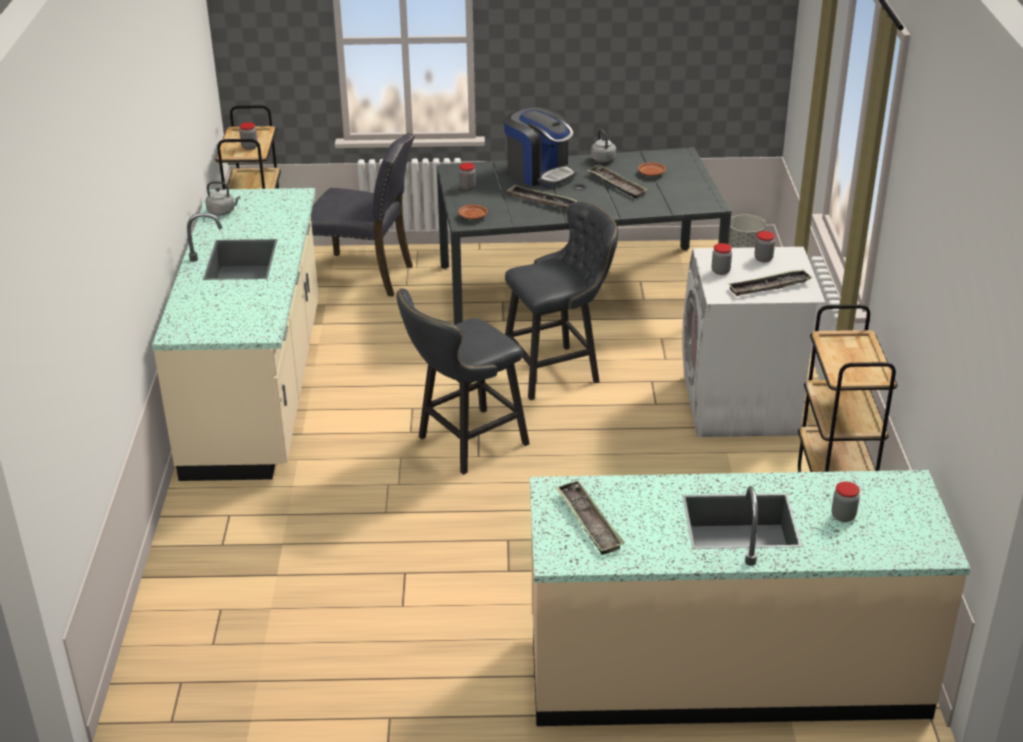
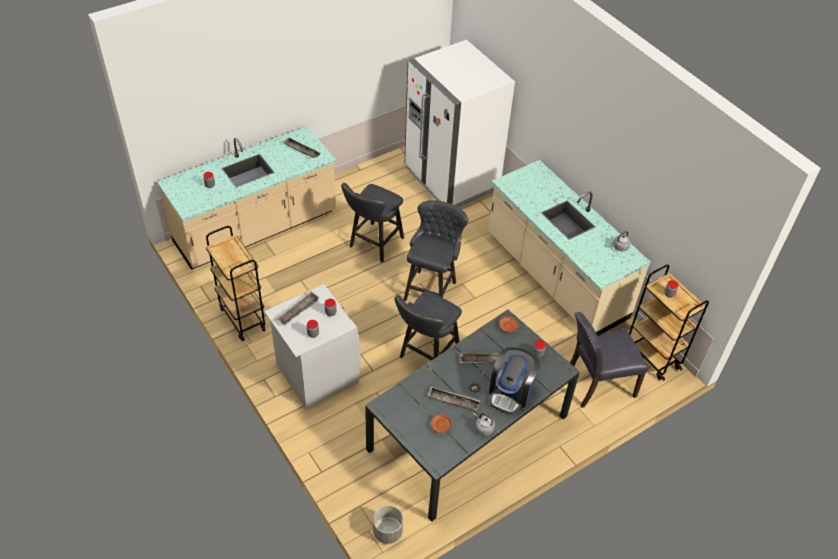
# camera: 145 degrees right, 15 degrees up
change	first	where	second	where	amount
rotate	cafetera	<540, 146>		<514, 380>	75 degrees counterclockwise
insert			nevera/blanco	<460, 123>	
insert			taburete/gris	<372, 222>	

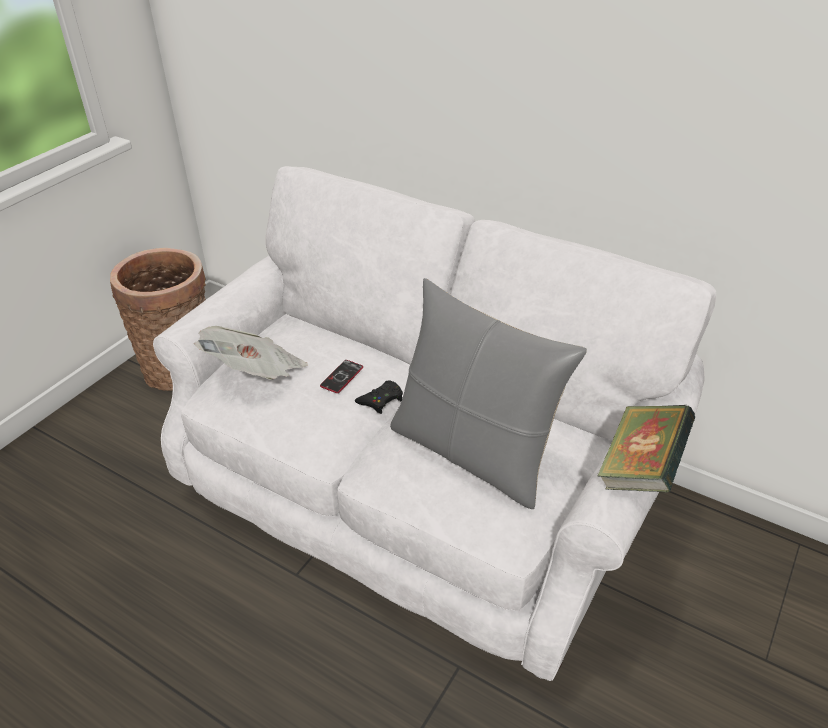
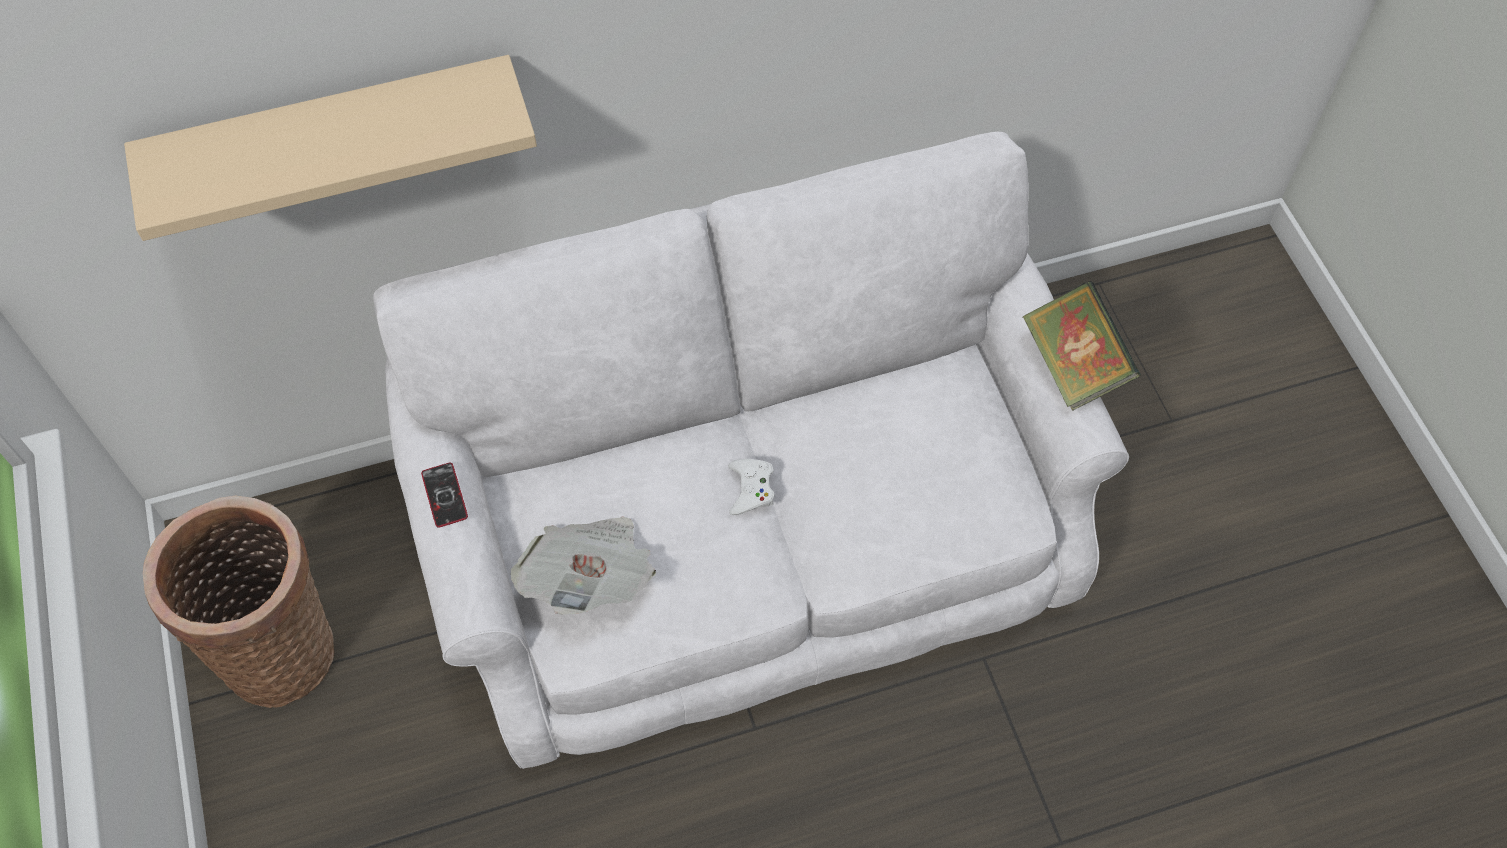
# camera: 50 degrees left, 20 degrees up
change	first	where	second	where	amount
delete	cojín/gris	<488, 393>			
move	móvil	<341, 376>		<444, 495>	
recolor	mando de consola/negro	<379, 397>	mando de consola/blanco	<751, 487>	
insert			estante/beis	<330, 148>	

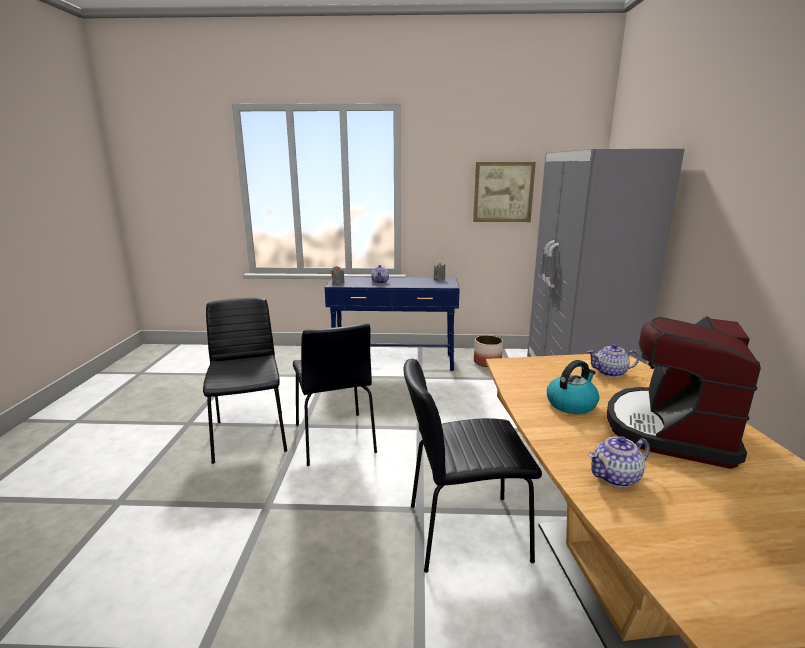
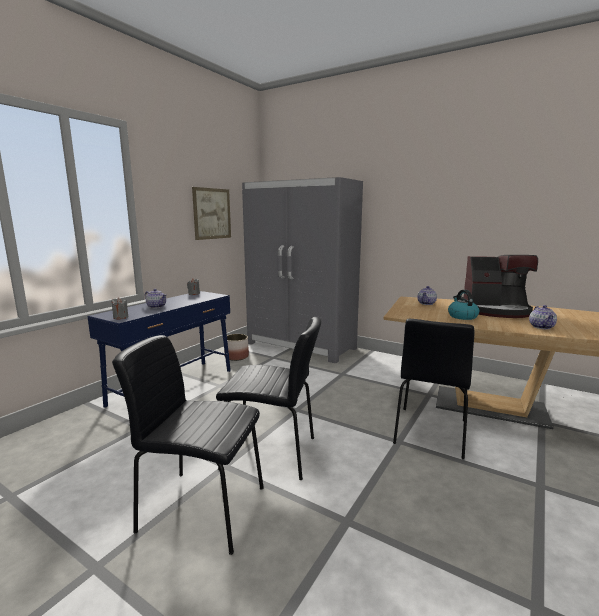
# camera: 60 degrees left, 5 degrees down
change	first	where	second	where	amount
rotate	cafetera	<684, 392>		<499, 286>	45 degrees counterclockwise

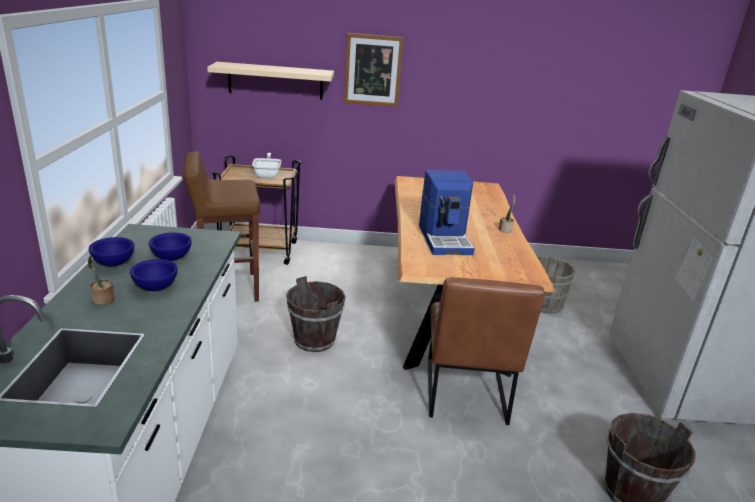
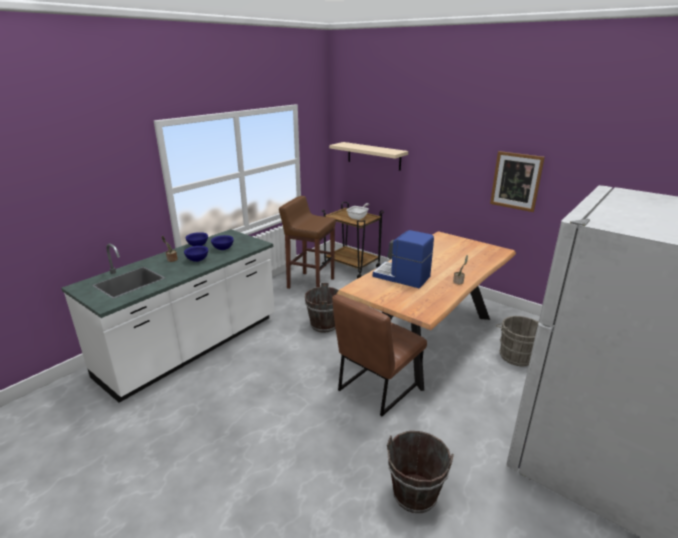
# camera: 40 degrees right, 0 degrees up
change	first	where	second	where	amount
move	cuadro	<374, 70>		<517, 181>	
rotate	cafetera	<447, 212>		<403, 259>	90 degrees clockwise

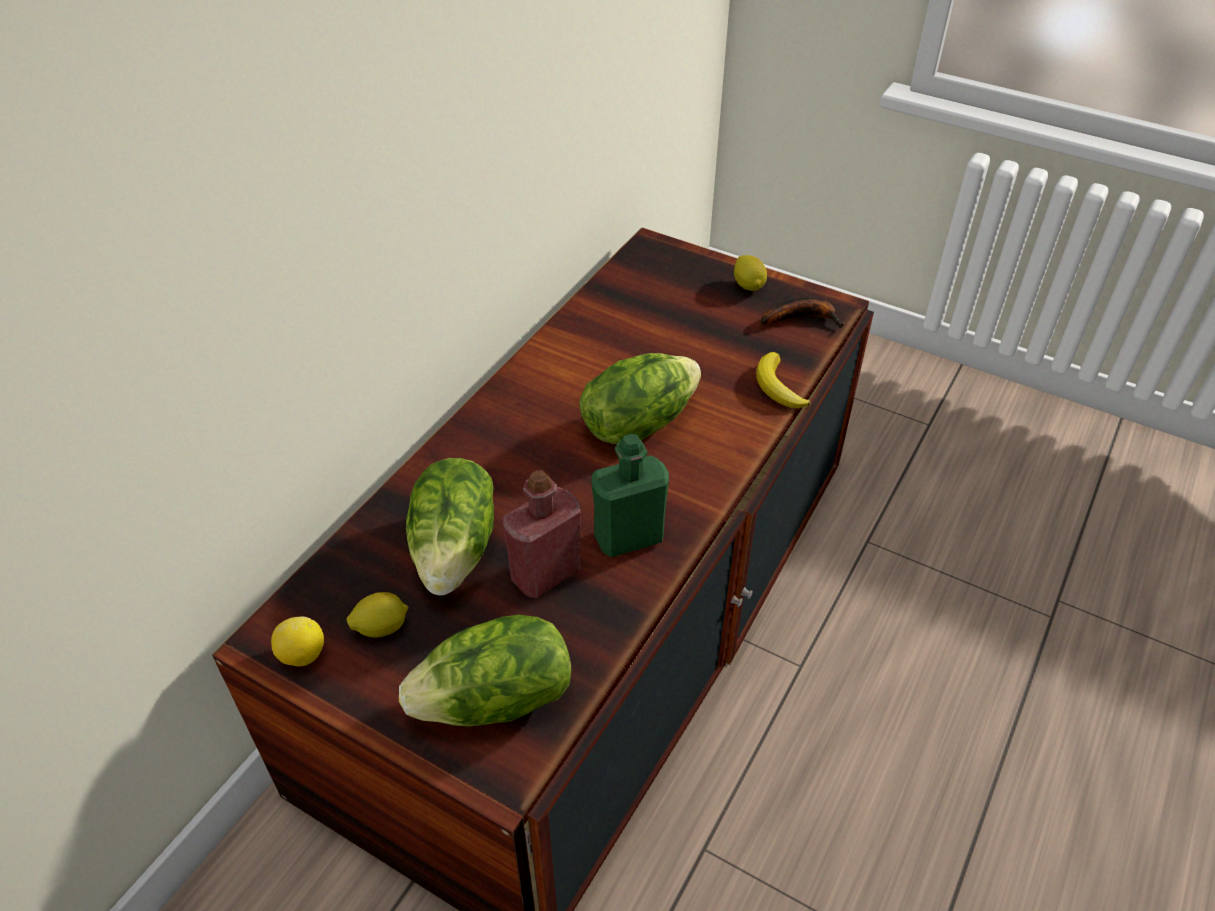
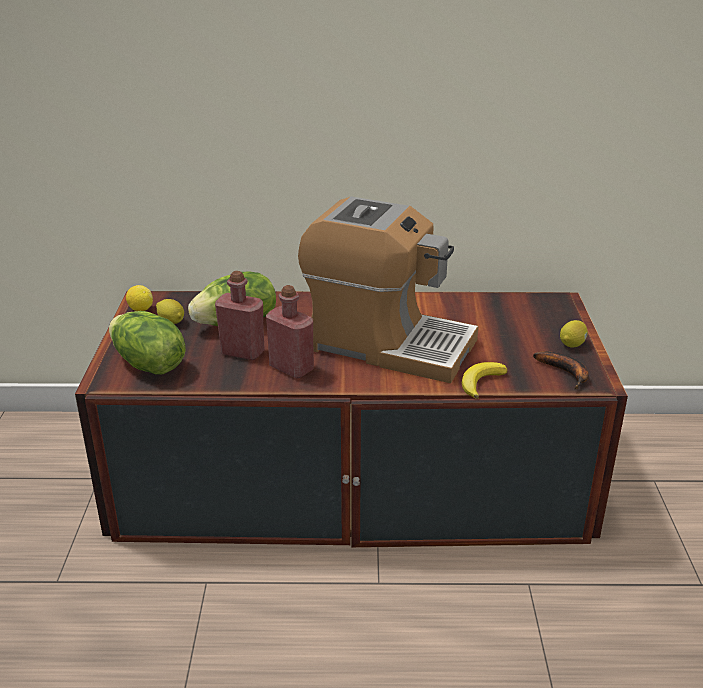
# camera: 60 degrees right, 15 degrees down
change	first	where	second	where	amount
replace	lechuga	<640, 398>	cafetera	<388, 290>	
recolor	botella/verde	<630, 495>	botella/rojo	<290, 332>	

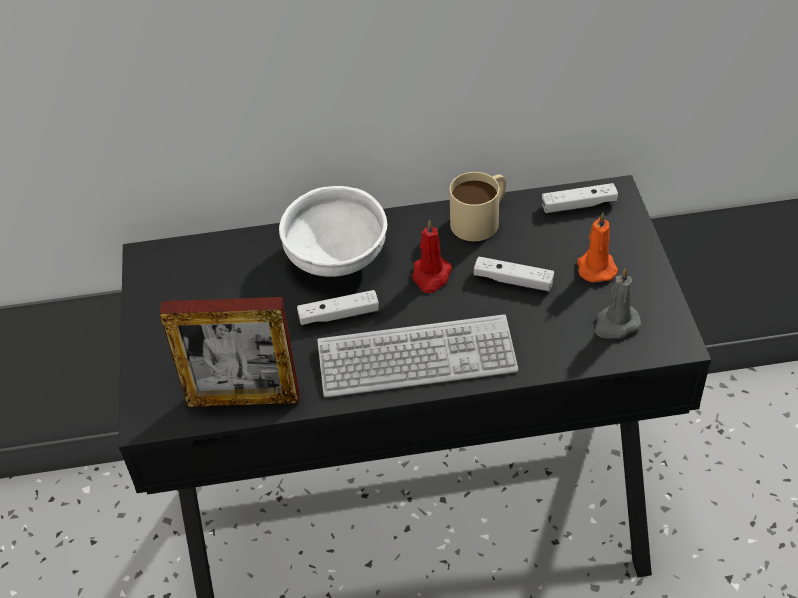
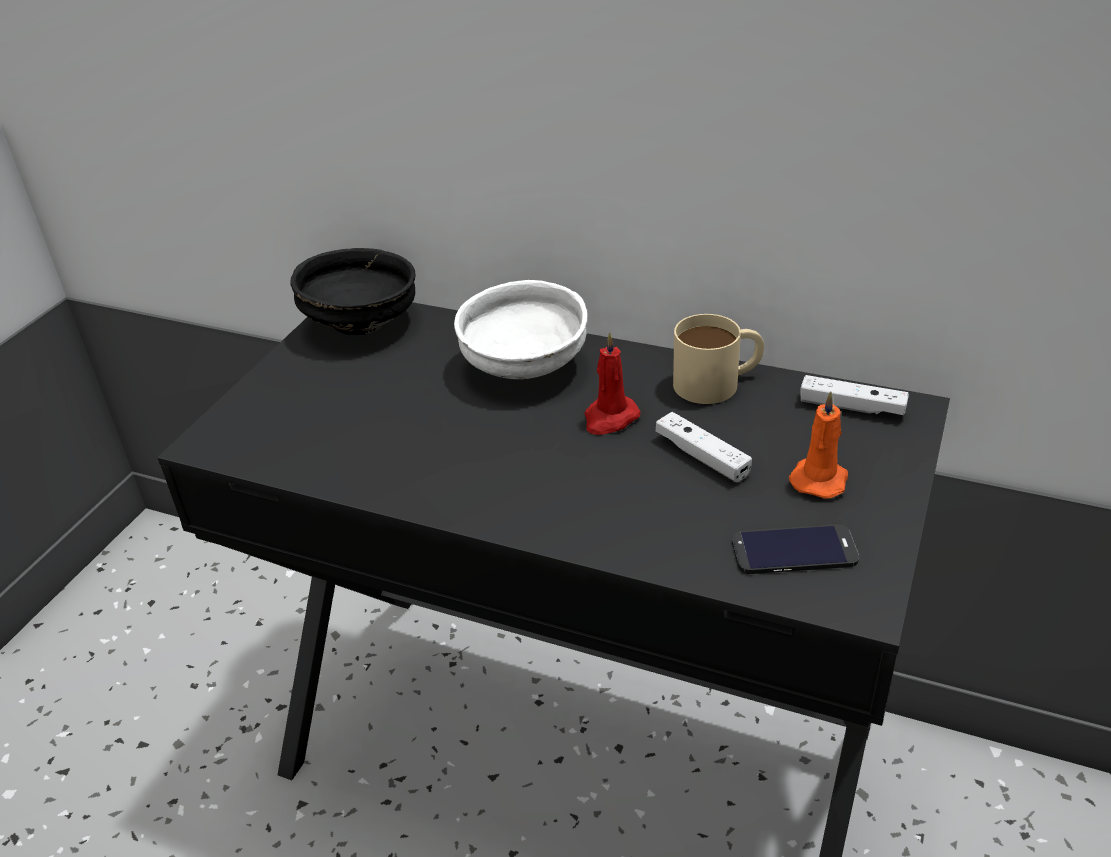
# camera: 30 degrees right, 10 degrees down
change	first	where	second	where	amount
replace	vela/gris	<617, 302>	móvil	<795, 549>	
delete	mando de consola/blanco	<338, 307>			
delete	portarretratos	<229, 352>			
delete	teclado	<417, 355>			
insert			cuenco/negro	<353, 291>	

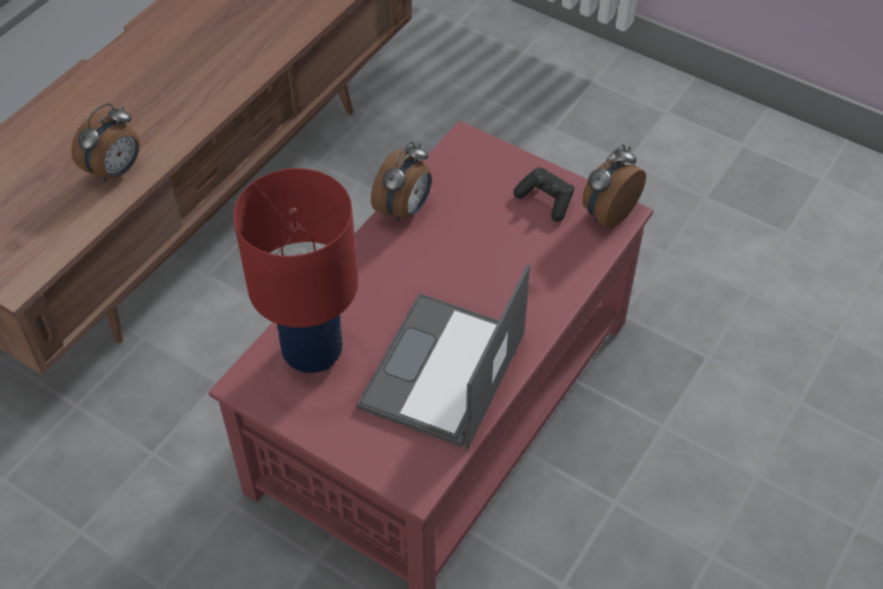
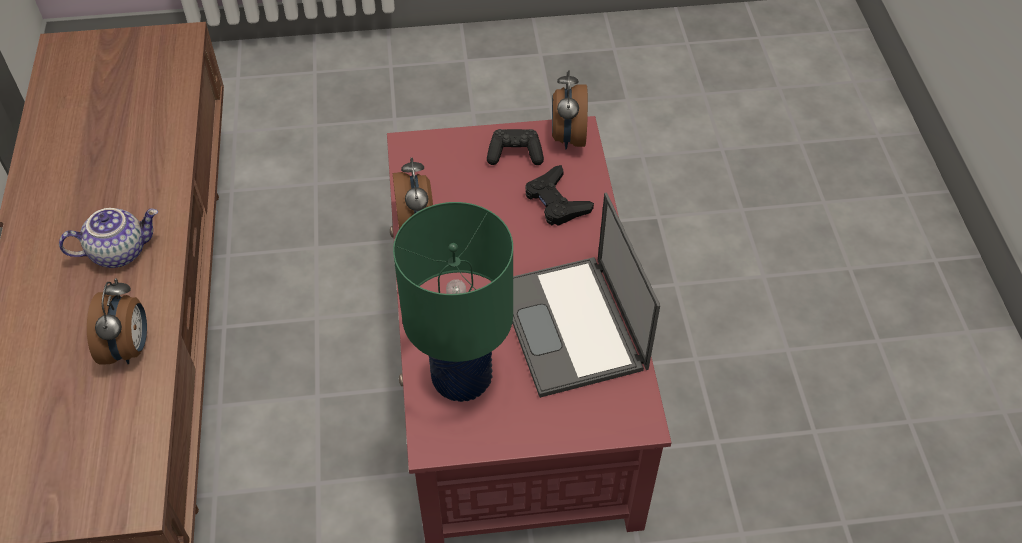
# camera: 40 degrees left, 0 degrees up
change	first	where	second	where	amount
recolor	lámpara de mesa/rojo	<295, 270>	lámpara de mesa/verde	<453, 302>	
insert			mando de consola/negro	<559, 195>	
insert			tetera	<108, 238>	

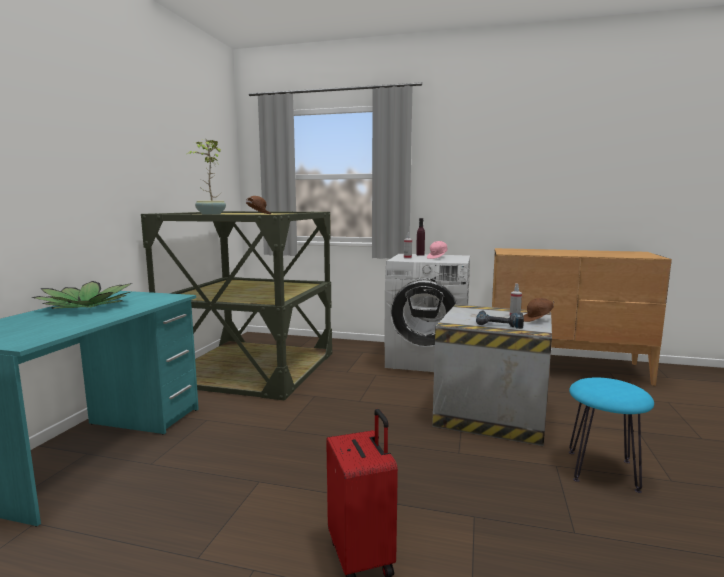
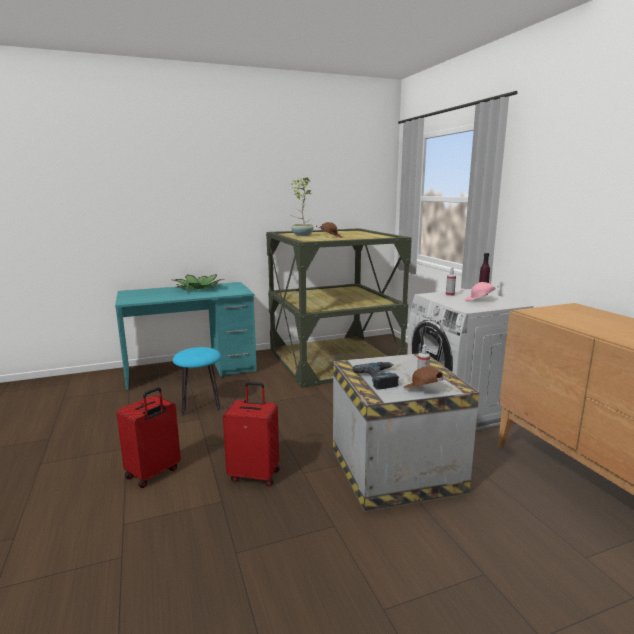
# camera: 55 degrees right, 5 degrees up
change	first	where	second	where	amount
move	taburete/turquesa	<611, 435>		<197, 381>	
insert			maleta/rojo	<251, 434>	

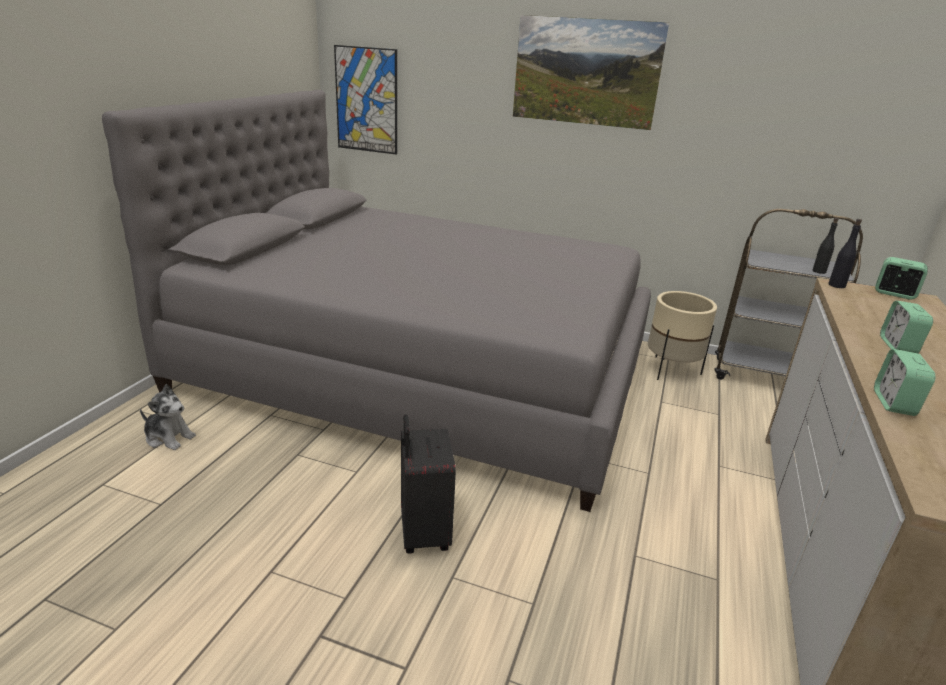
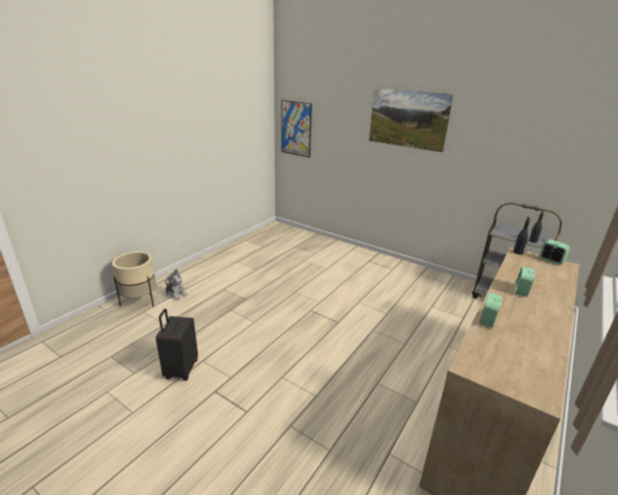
# camera: 15 degrees right, 0 degrees up
change	first	where	second	where	amount
delete	cama/gris	<376, 301>			
move	maceta/beis	<682, 335>		<134, 279>	
move	maleta/negro	<428, 483>		<177, 345>	

